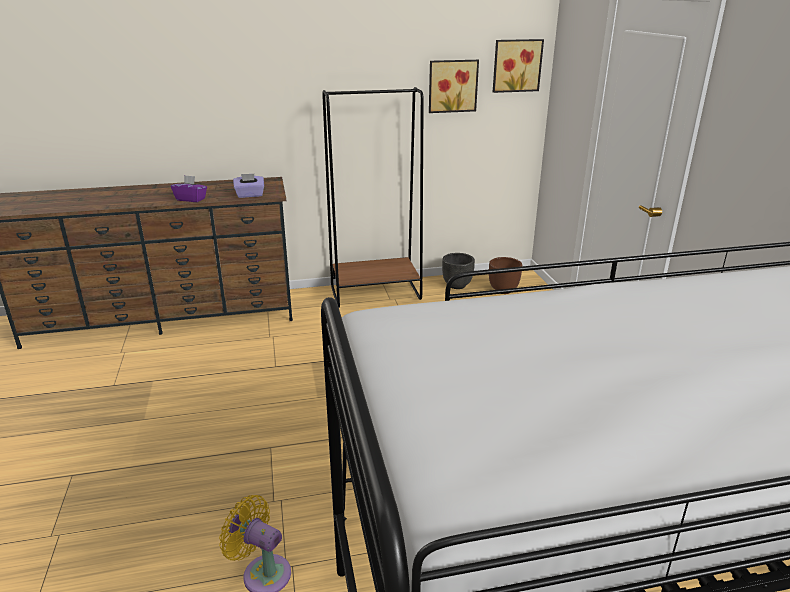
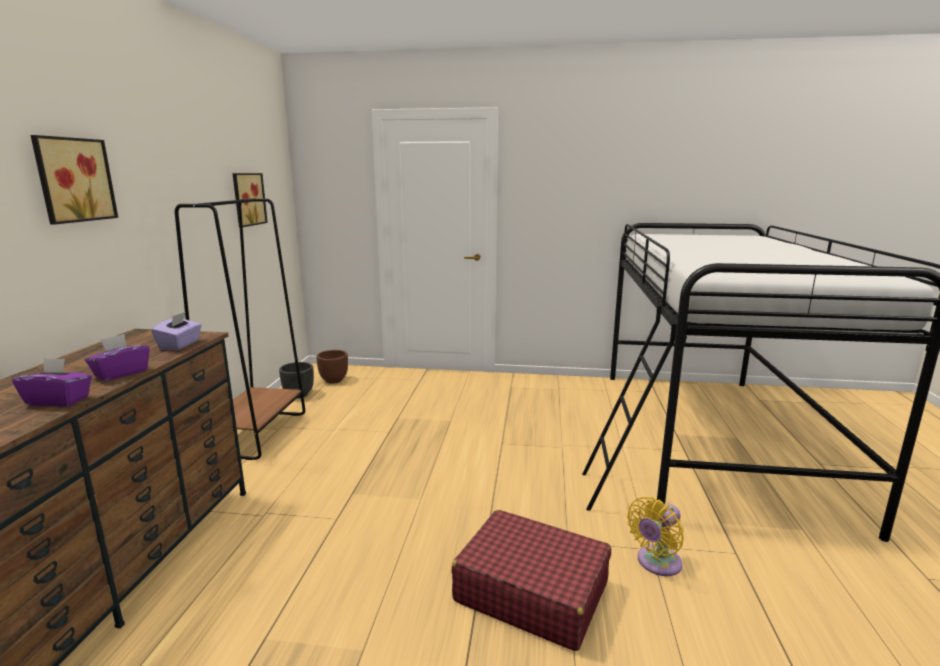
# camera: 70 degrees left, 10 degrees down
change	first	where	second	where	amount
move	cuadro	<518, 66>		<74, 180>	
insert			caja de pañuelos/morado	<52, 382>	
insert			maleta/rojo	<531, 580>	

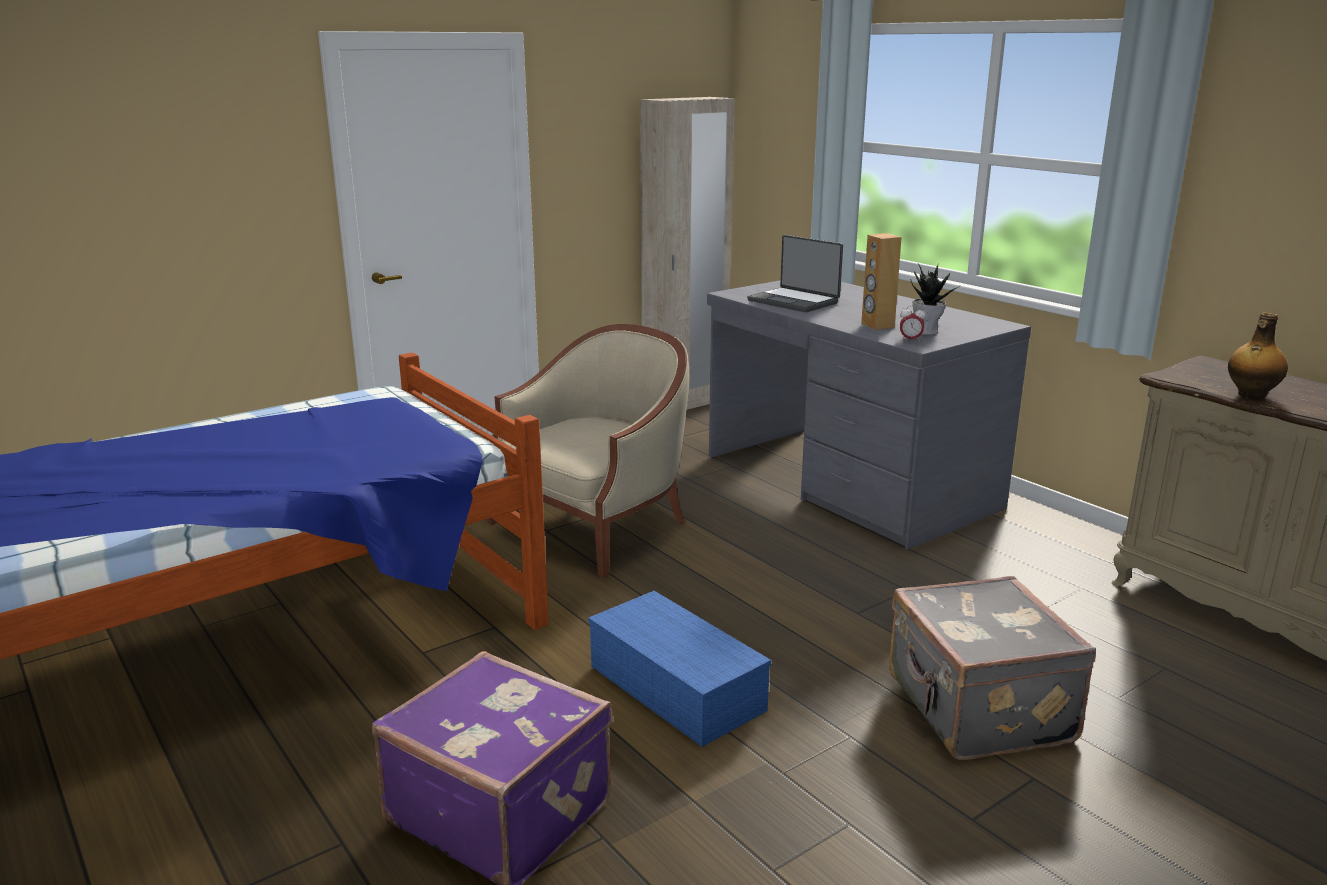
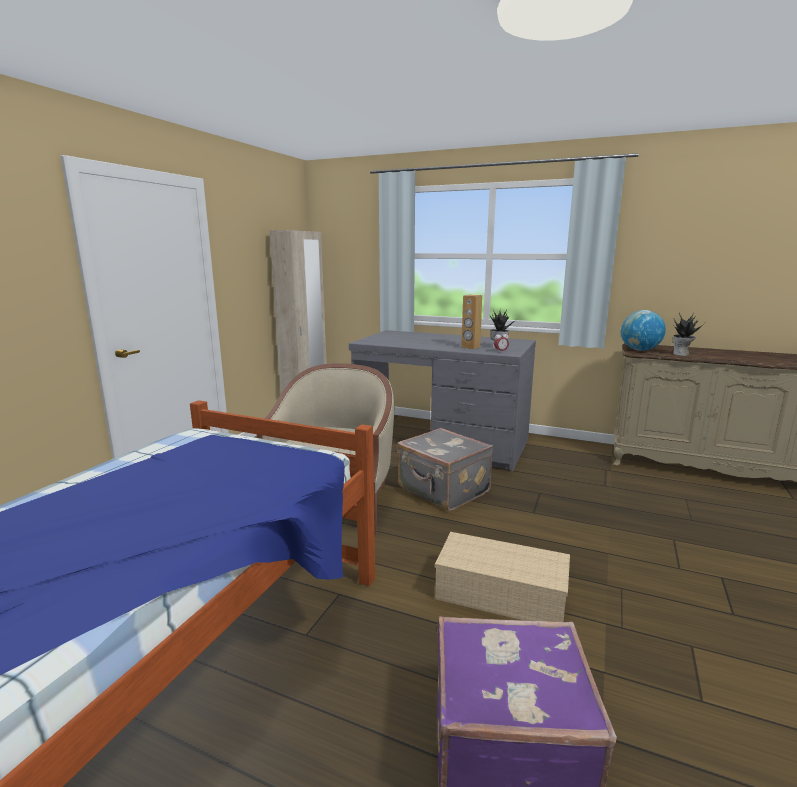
# camera: 30 degrees left, 5 degrees down
change	first	where	second	where	amount
delete	portátil	<795, 273>			
replace	botella	<1258, 355>	planta en maceta	<689, 334>	
move	maleta/gris	<992, 668>		<445, 469>	
recolor	caja de almacenaje/azul	<679, 669>	caja de almacenaje/beis	<502, 577>	
insert			globo terráqueo	<643, 330>	

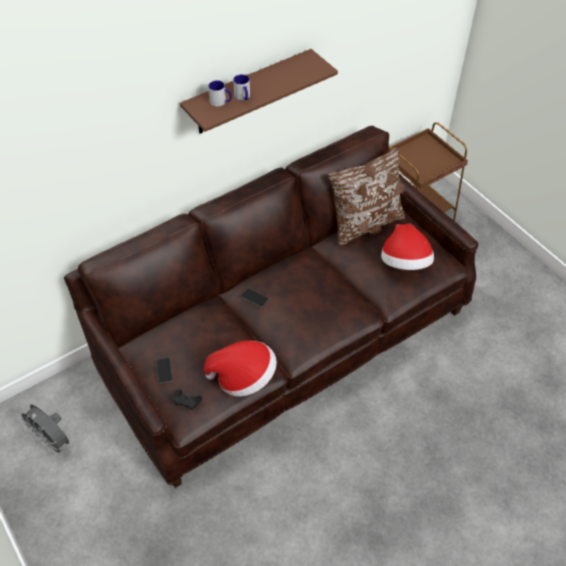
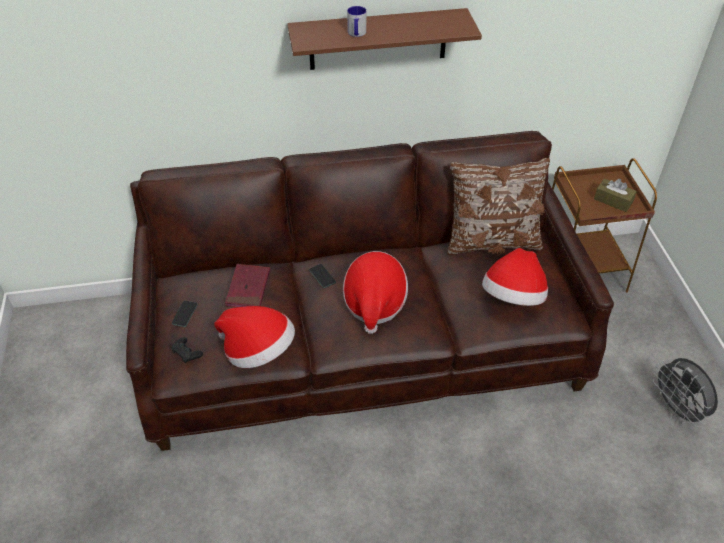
# camera: 25 degrees right, 5 degrees down
change	first	where	second	where	amount
delete	taza grande	<219, 93>			
move	ventilador/gris	<42, 431>		<685, 392>	
insert			caja de pañuelos/marrón	<615, 195>	
insert			sombrero	<375, 292>	
insert			libro/rojo	<247, 285>	

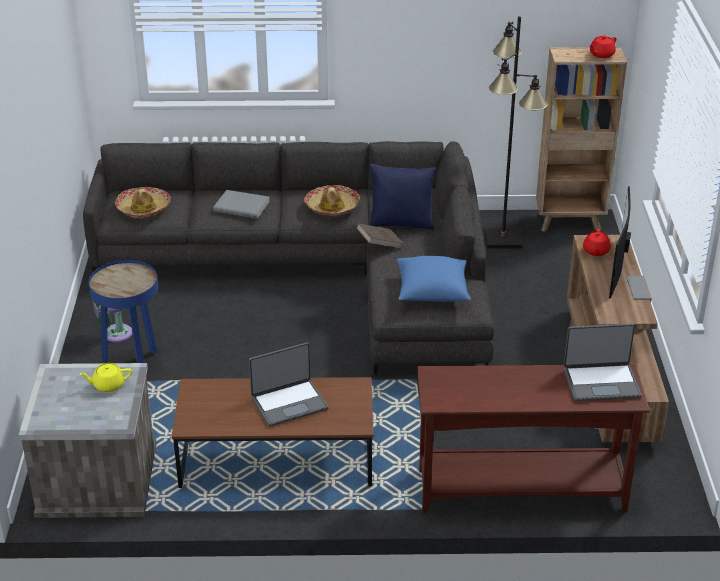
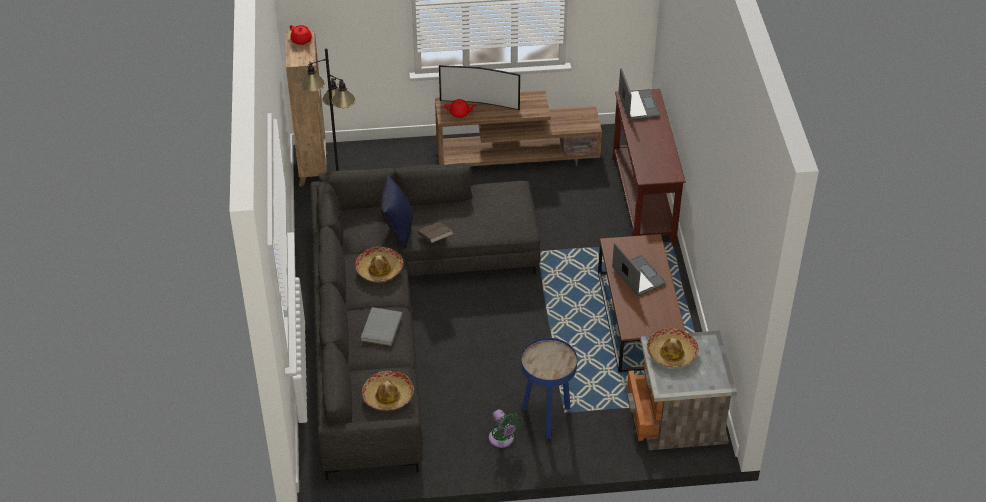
# camera: 95 degrees left, 10 degrees up
change	first	where	second	where	amount
delete	cojín/azul	<433, 279>			
replace	tetera/amarillo	<106, 377>	sombrero	<673, 347>	

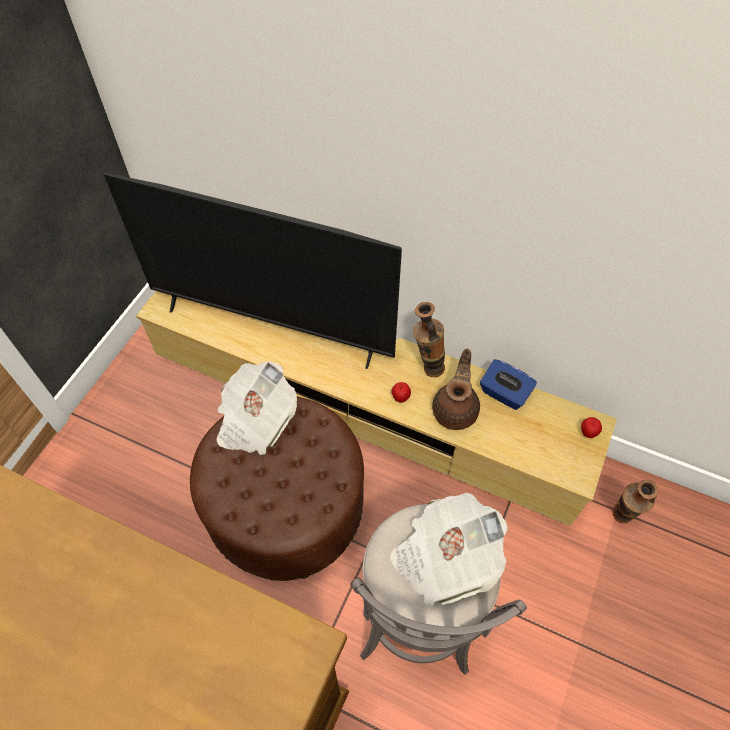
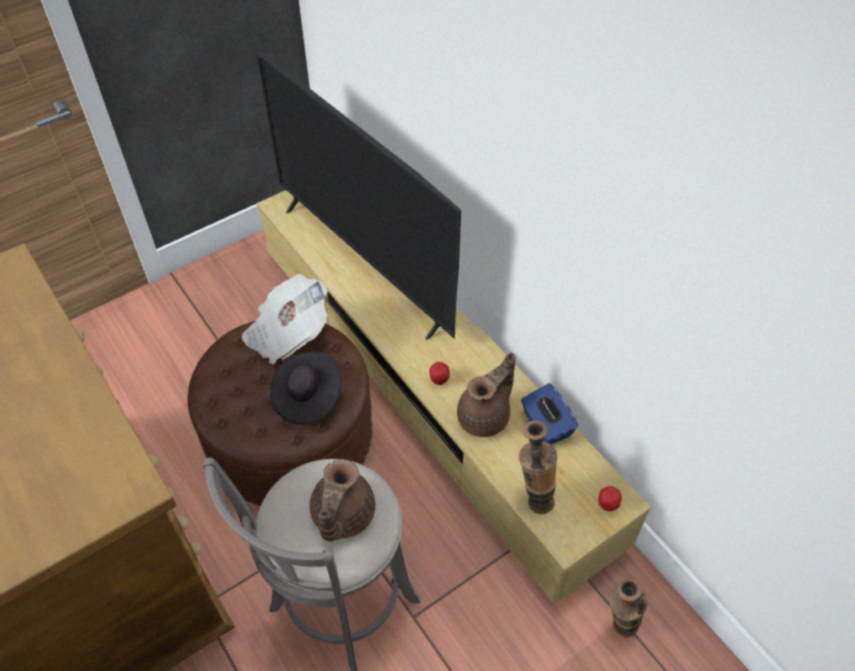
# camera: 30 degrees right, 5 degrees down
change	first	where	second	where	amount
move	florero	<429, 339>		<538, 467>	
replace	periódico	<449, 550>	tetera/marrón	<343, 500>	
insert			sombrero/negro	<306, 388>	

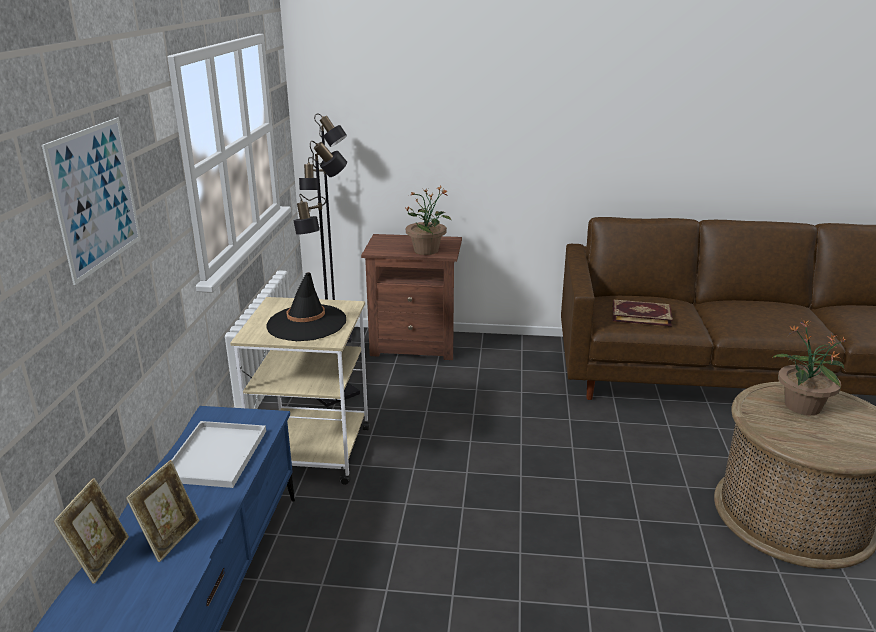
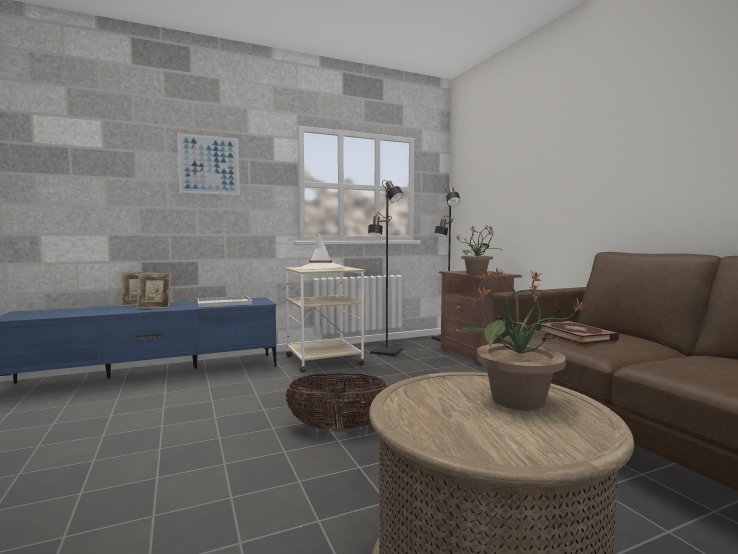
# camera: 60 degrees right, 20 degrees down
change	first	where	second	where	amount
recolor	sombrero/negro	<306, 306>	sombrero/blanco	<320, 251>	
insert			cesta	<336, 401>	

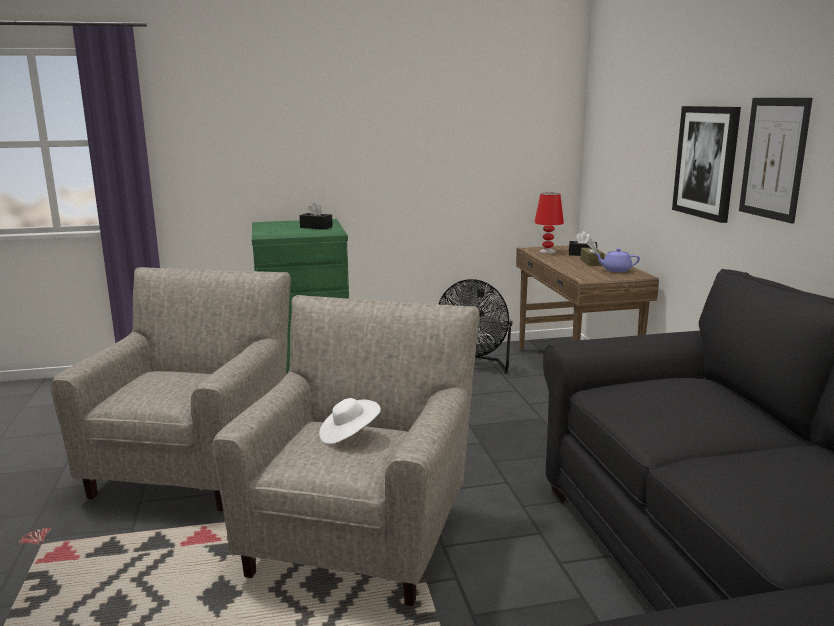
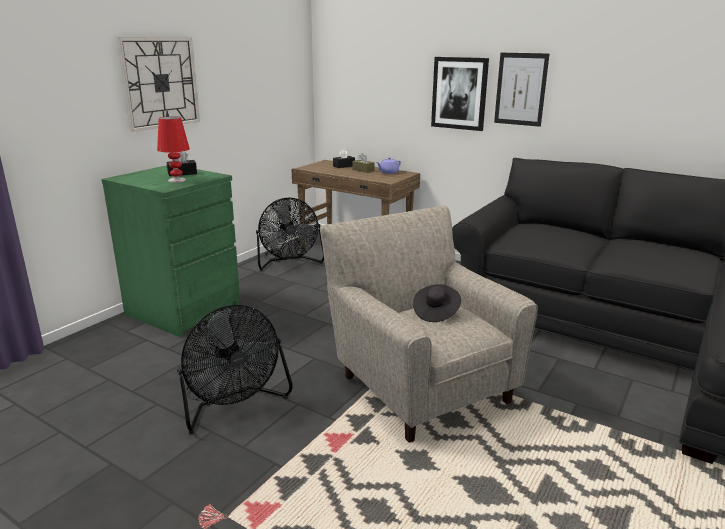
# camera: 45 degrees left, 5 degrees up
change	first	where	second	where	amount
move	lámpara de mesa/rojo	<549, 223>		<173, 149>	
replace	sillón/beis	<170, 389>	ventilador/negro	<235, 369>	
recolor	sombrero/blanco	<350, 421>	sombrero/negro	<437, 303>	
insert			reloj de pared	<158, 84>	

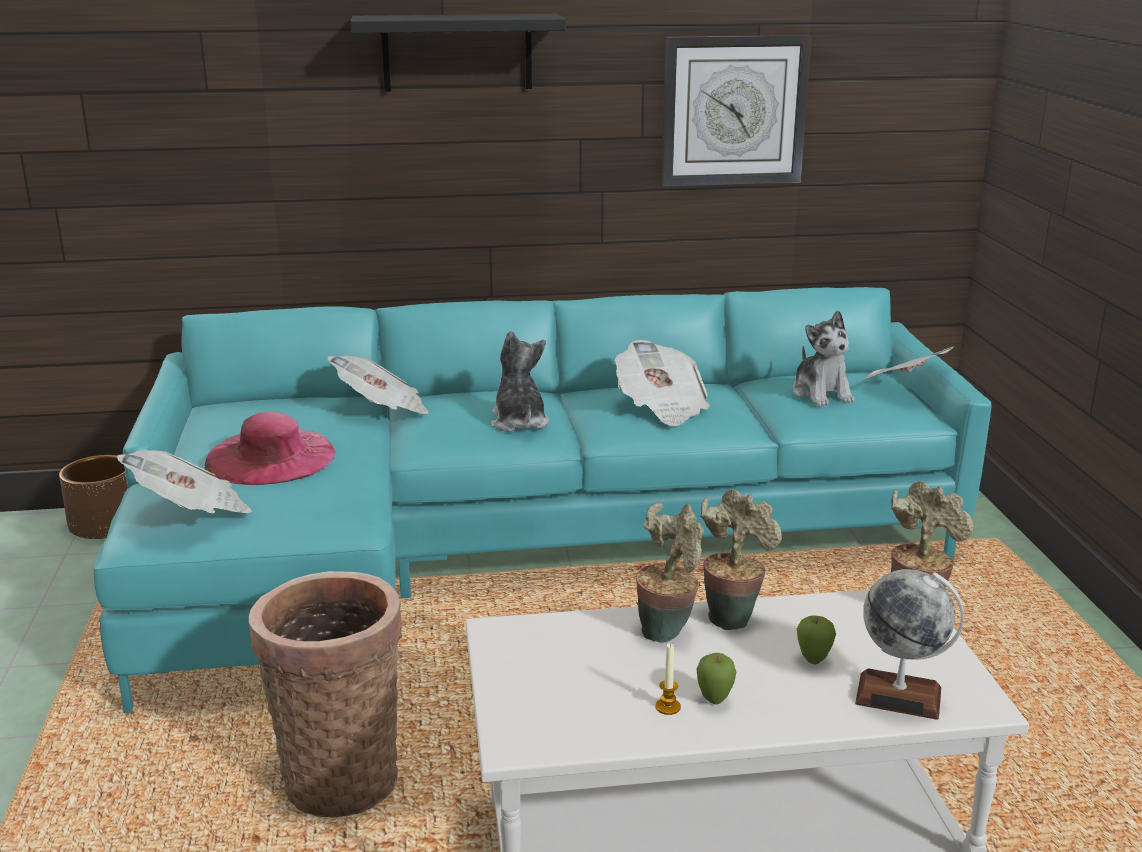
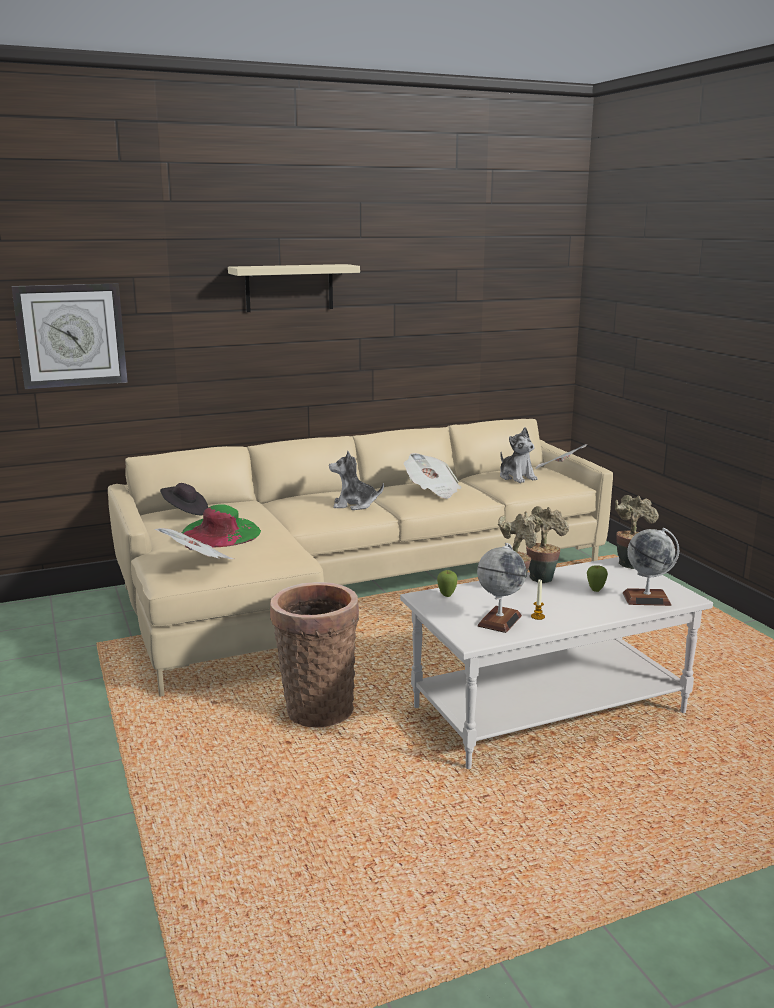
# camera: 15 degrees left, 5 degrees down
change	first	where	second	where	amount
recolor	estante/negro	<458, 53>	estante/beis	<294, 288>	
move	reloj de pared	<736, 111>		<69, 336>	
recolor	sofá/turquesa	<543, 500>	sofá/beis	<360, 558>	
rotate	peluche	<519, 381>		<356, 480>	60 degrees counterclockwise
delete	periódico	<378, 385>			
recolor	sombrero/rosa	<269, 448>	sombrero/verde	<221, 525>	
delete	maceta/marrón	<93, 497>			
move	manzana	<716, 678>		<447, 583>	
insert			sombrero/negro	<184, 499>	
insert			globo terráqueo	<501, 588>	

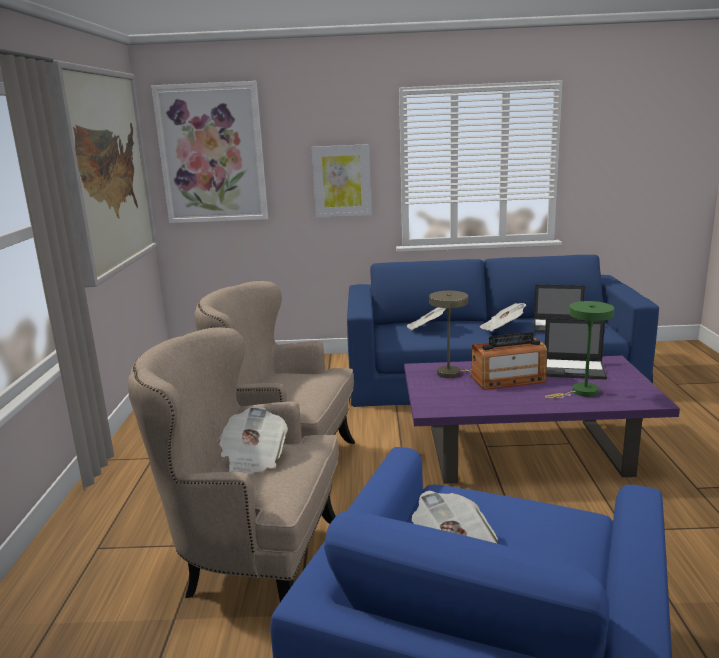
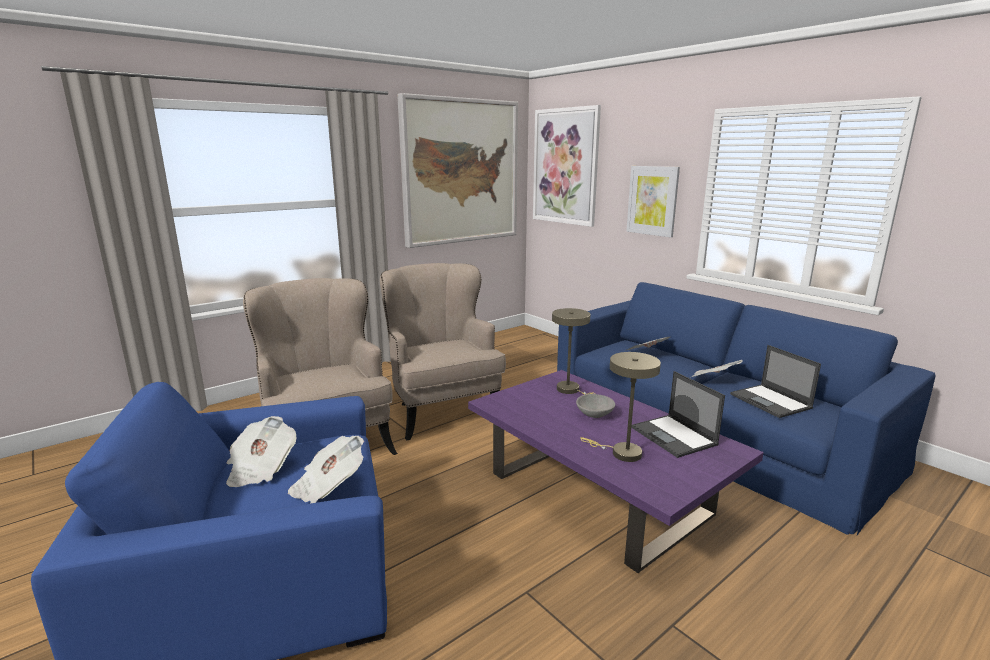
# camera: 50 degrees right, 0 degrees up
change	first	where	second	where	amount
recolor	lámpara de mesa/verde	<579, 349>	lámpara de mesa/beis	<620, 407>	
replace	radio	<509, 361>	cuenco/gris	<595, 406>	
move	periódico	<253, 440>		<326, 470>	

